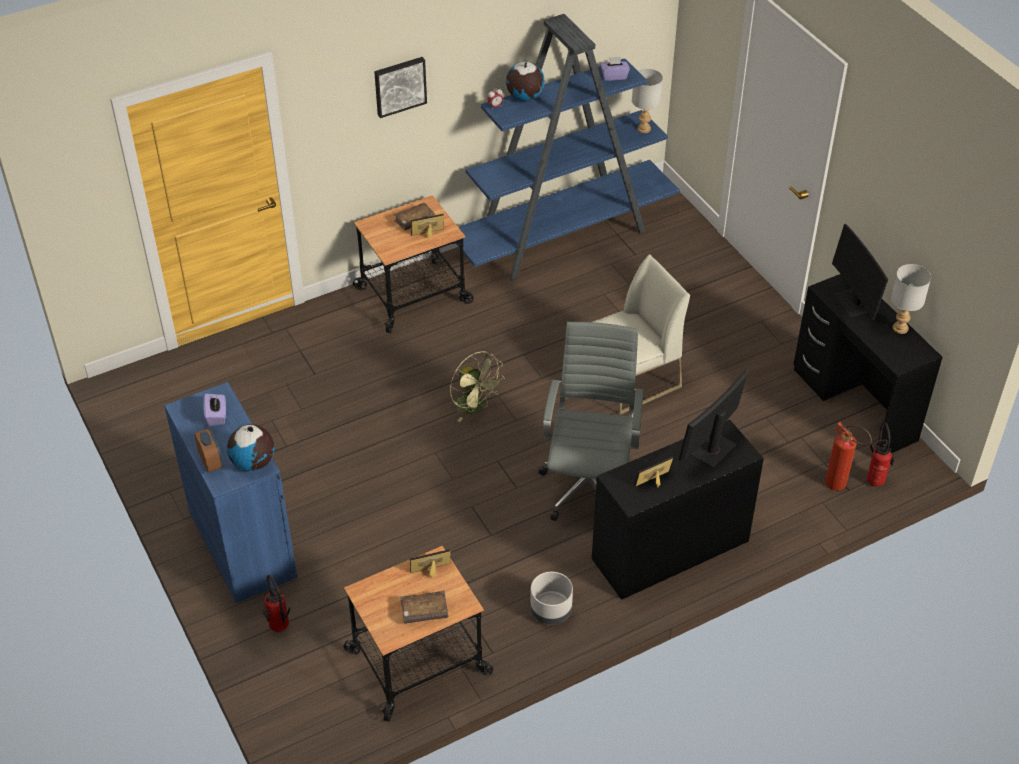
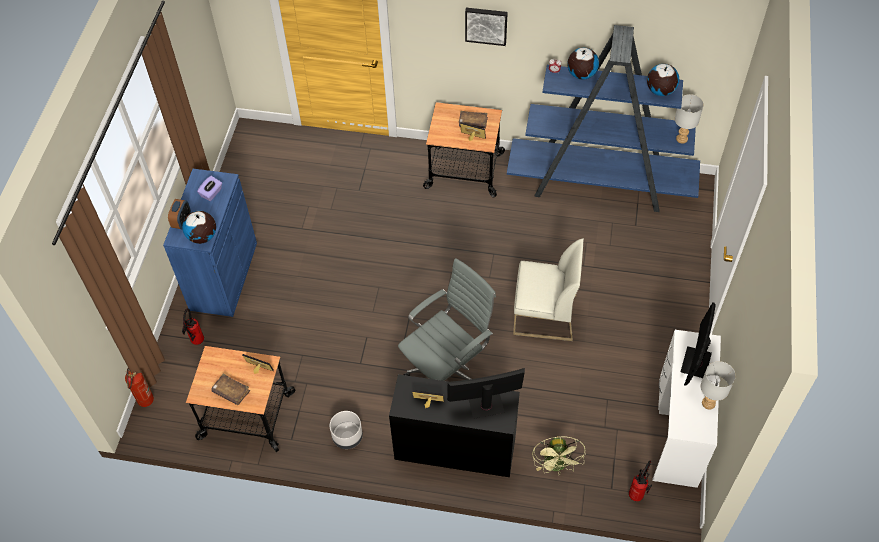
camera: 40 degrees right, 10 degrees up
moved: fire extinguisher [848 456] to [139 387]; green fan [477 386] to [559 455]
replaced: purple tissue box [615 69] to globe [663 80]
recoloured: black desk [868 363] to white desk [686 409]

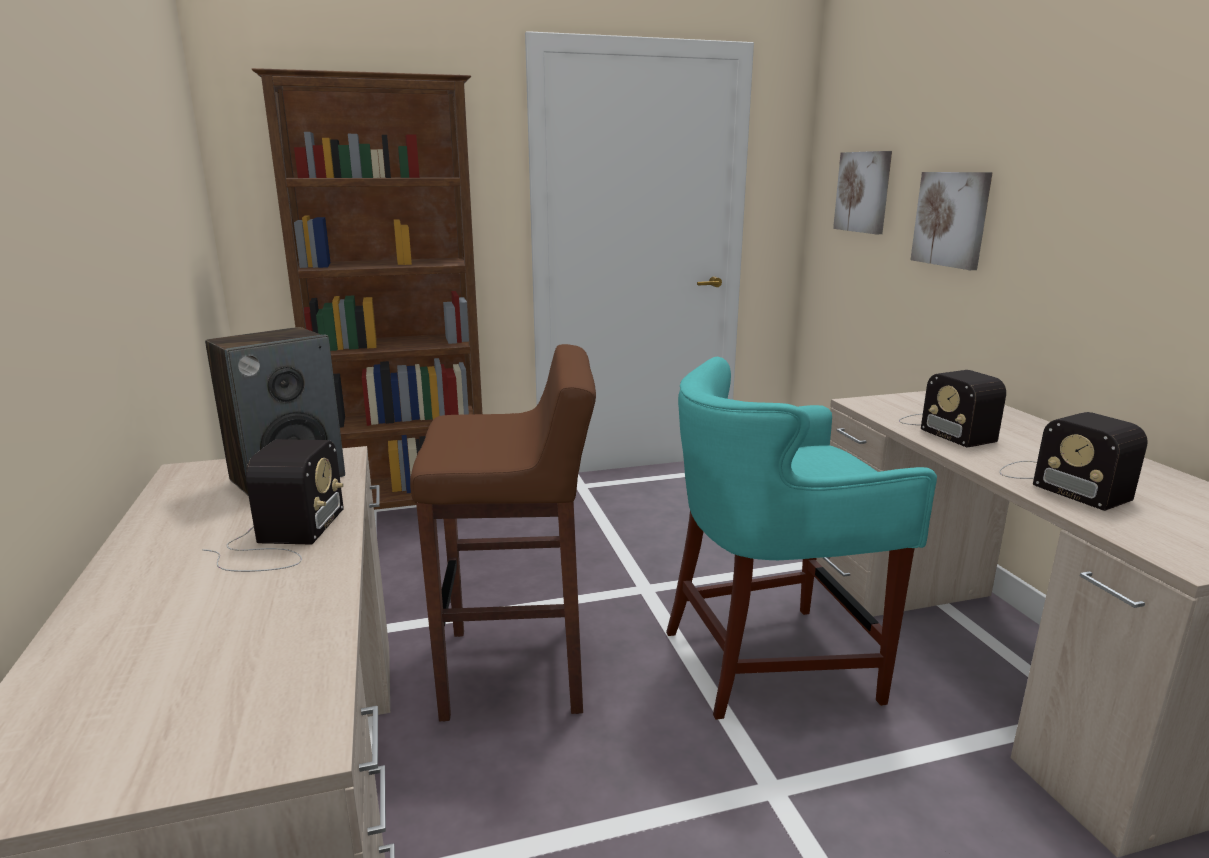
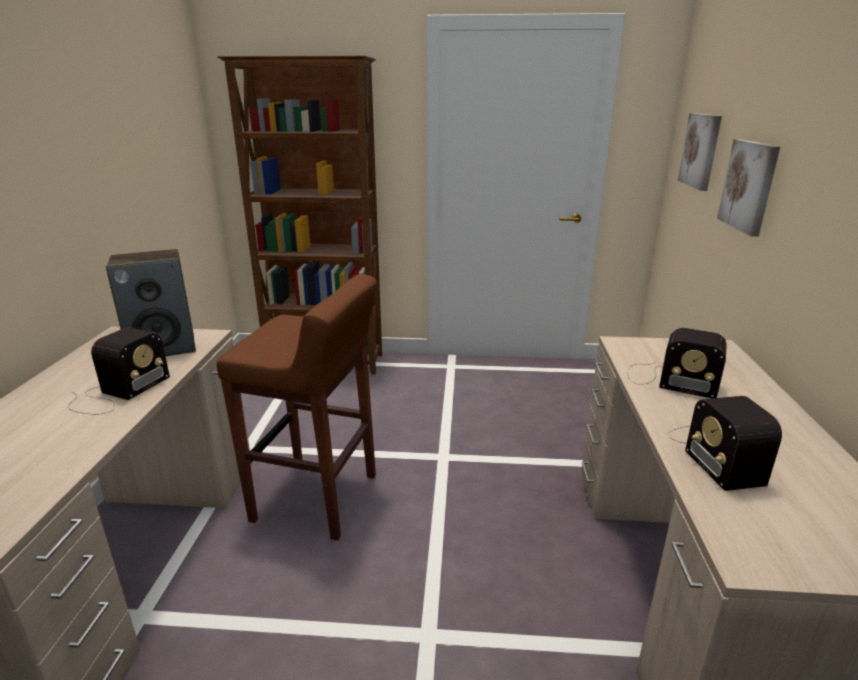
camera: 20 degrees right, 5 degrees up
removed: turquoise stool [801 538]
turned: radio [952 409] = [677 363] 60 degrees counterclockwise

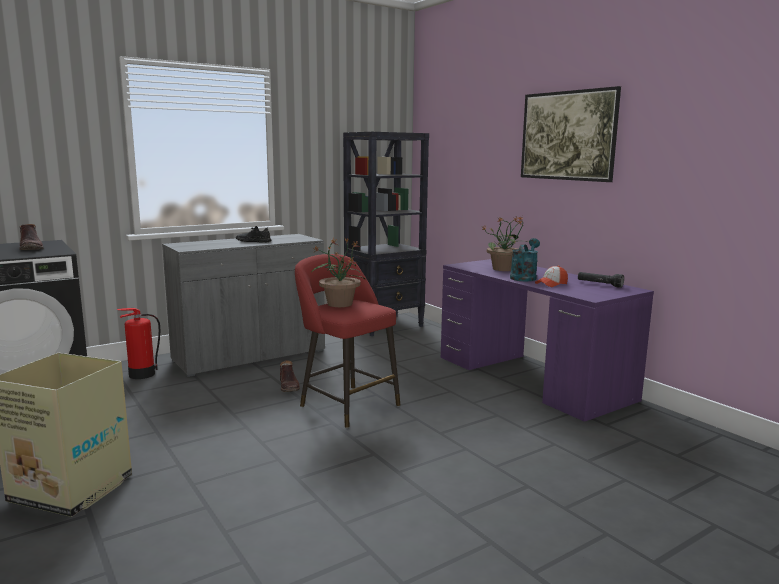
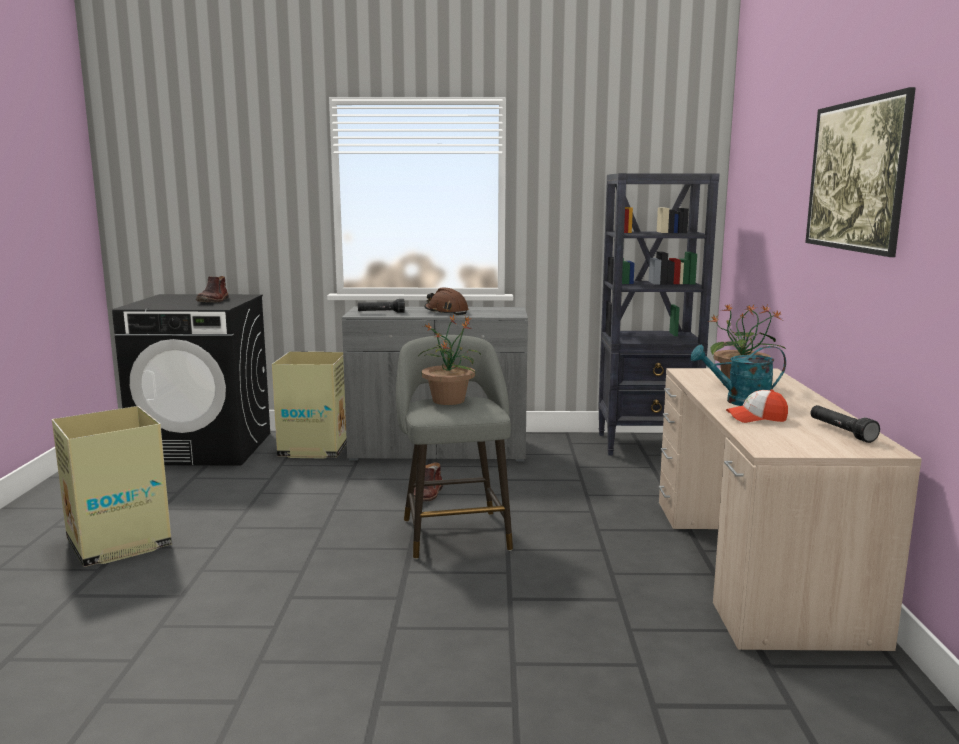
camera: 35 degrees right, 0 degrees up
added: black flashlight [381 306]
replaced: fire extinguisher [138 343] to cardboard box [309 405]; black shoe [254 234] to brown hard hat [446 301]
recoloured: red stool [347 341] to grey stool [454 447]; purple desk [547 340] to beige desk [790 509]
turned: turquoise watering can [525 259] = [738 375] 150 degrees counterclockwise

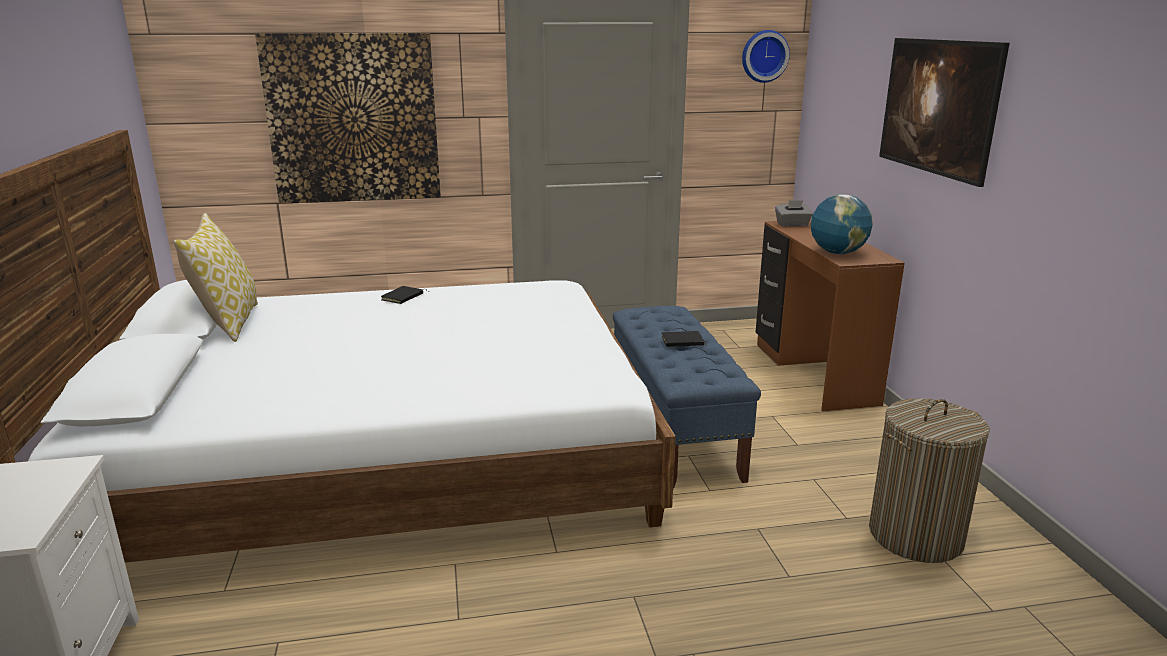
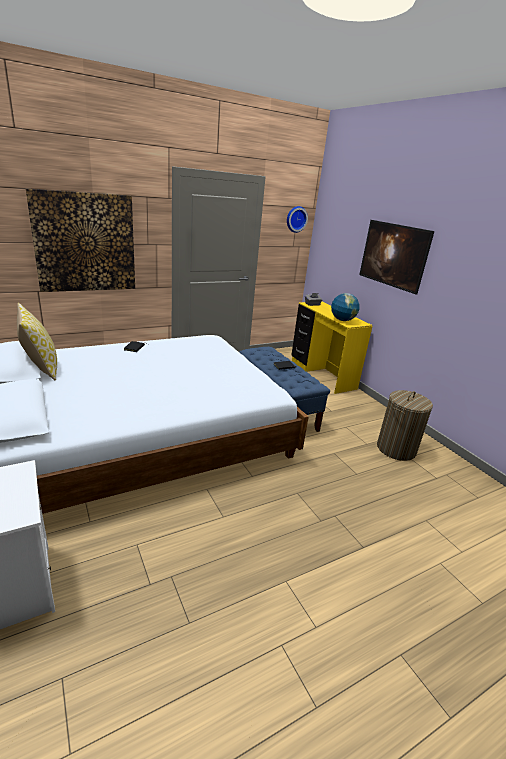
camera: 20 degrees left, 5 degrees up
recoloured: brown desk [830 315] to yellow desk [332 348]

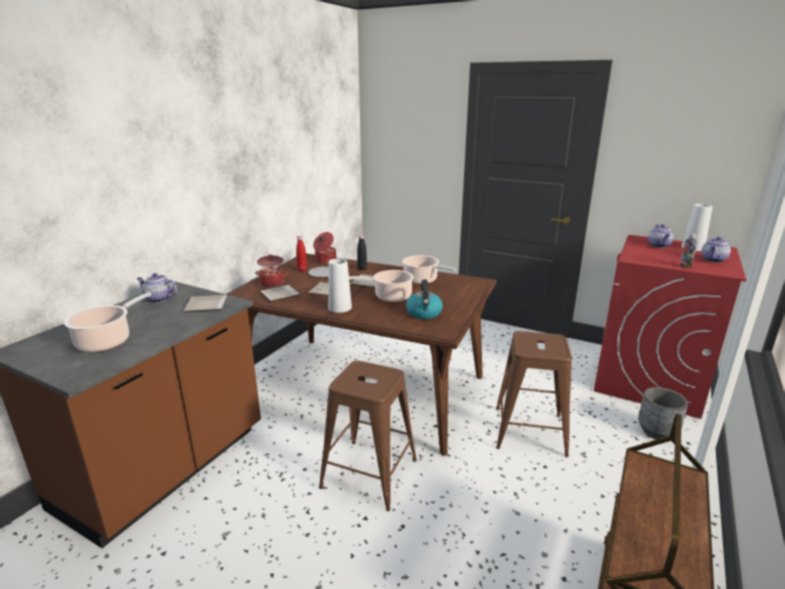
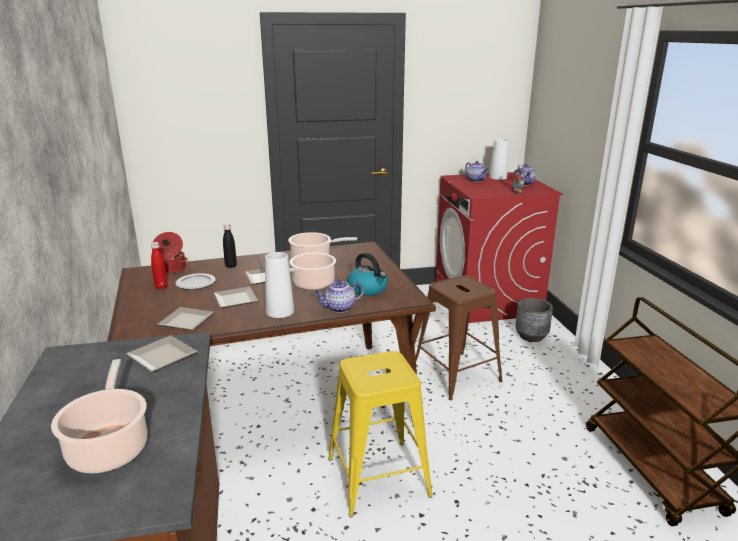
camera: 40 degrees left, 0 degrees up
removed: cooking pot [271 270]
moved: teapot [157 288] to [339 296]
recoloured: brown stool [368 436] to yellow stool [380 434]

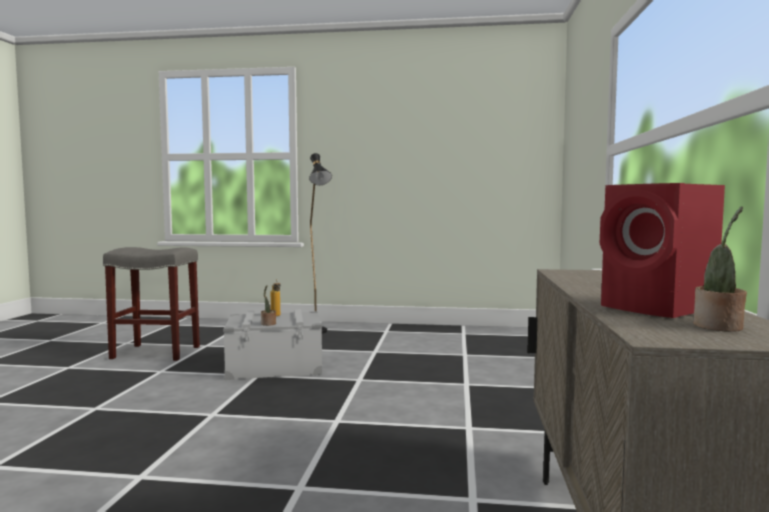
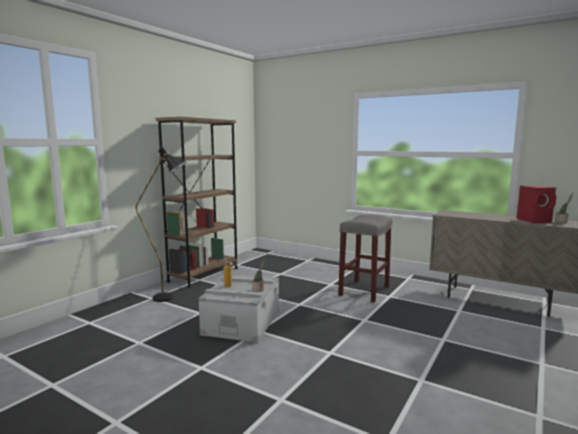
camera: 65 degrees left, 5 degrees up
added: brown bookcase [197 202]
moved: grey stool [151 304] to [365 258]

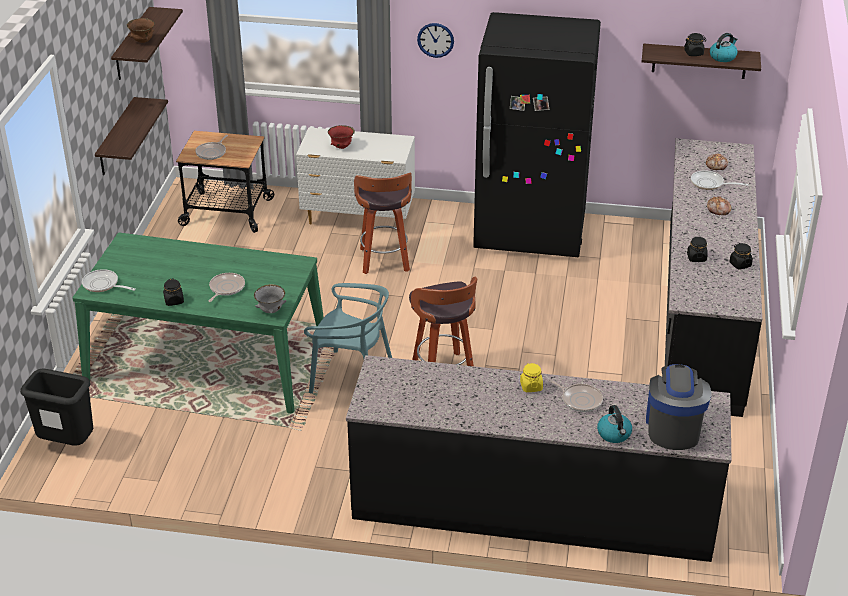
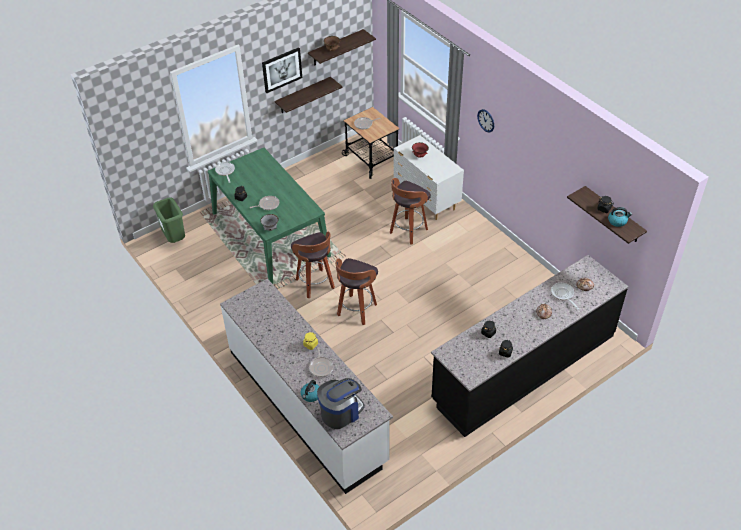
camera: 45 degrees right, 10 degrees up
removed: black fridge [537 134]
added: picture [282 70]
replaced: turquoise chair [348 338] to stool [313 265]
recoloured: black trash can [56 407] to green trash can [169 220]; black counter [539 458] to white counter [306 386]

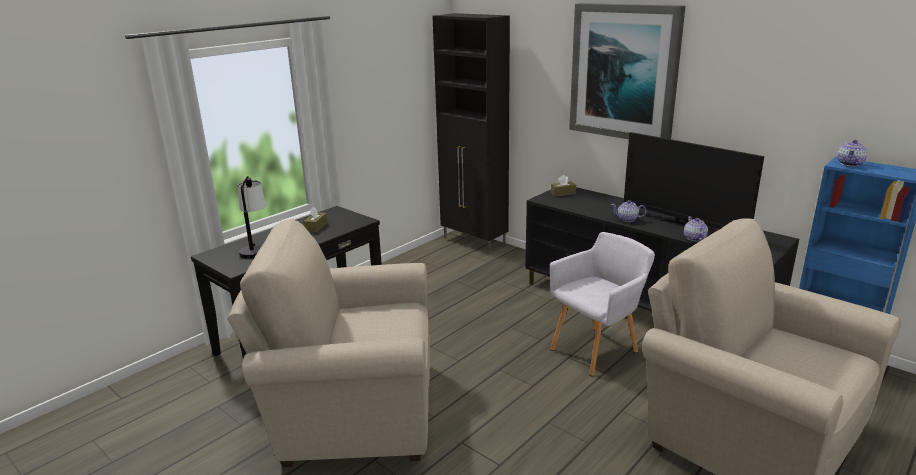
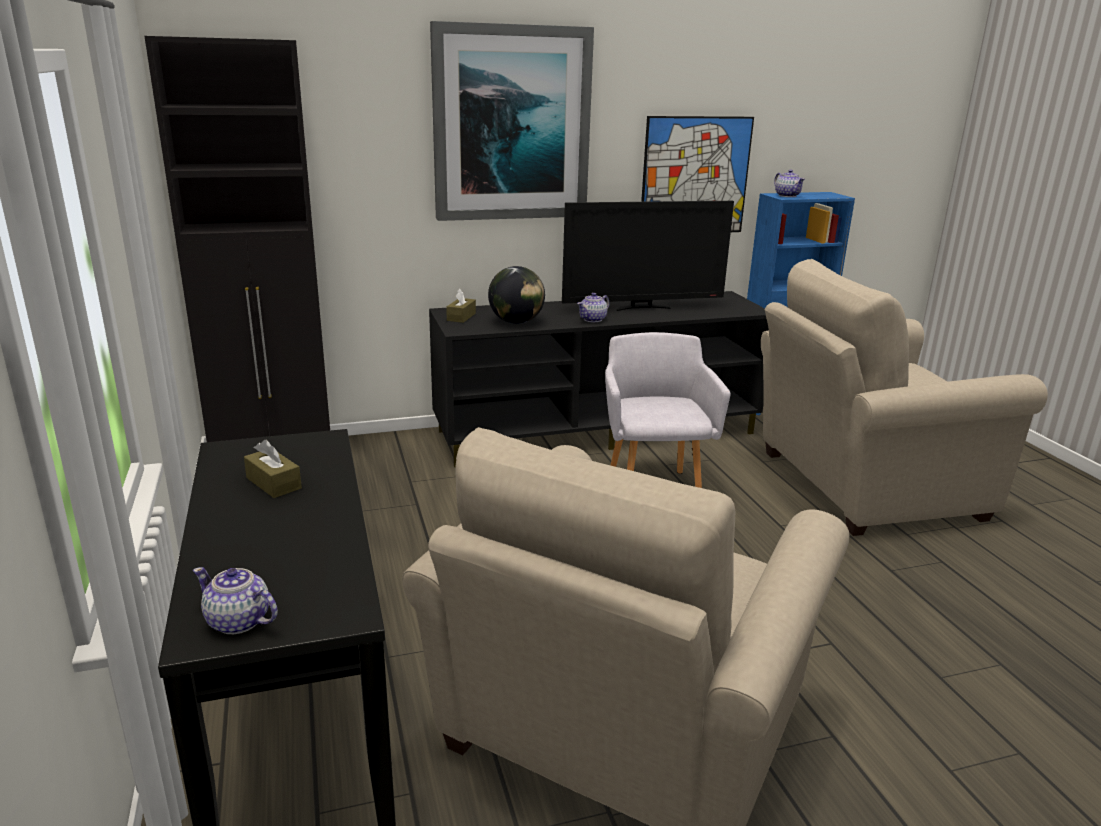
camera: 60 degrees left, 0 degrees up
removed: table lamp [252 217]
added: globe [516 295]; picture [697 174]
moved: teapot [696 229] to [235 600]

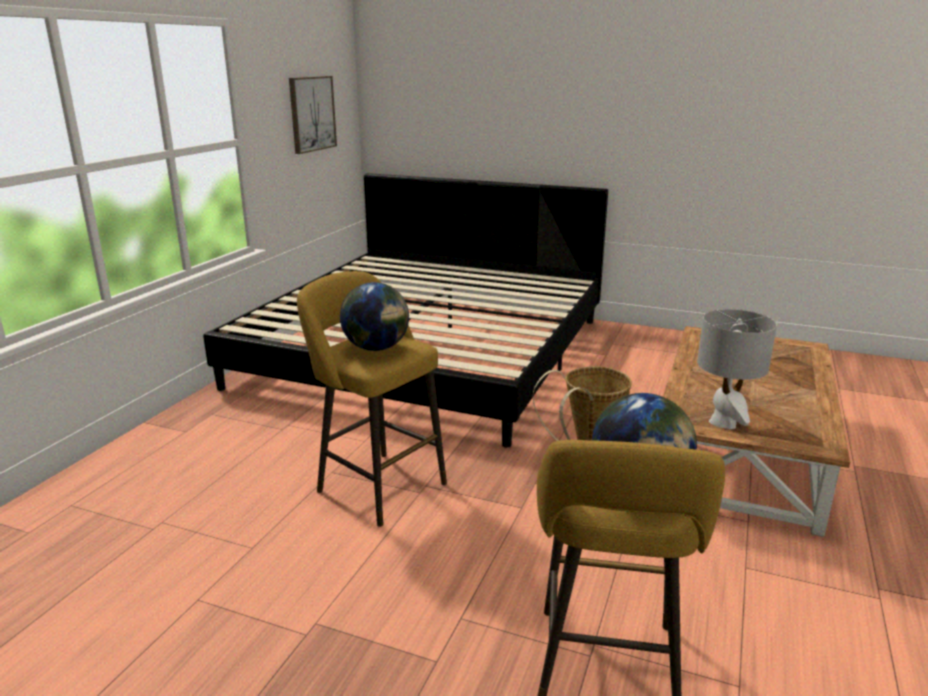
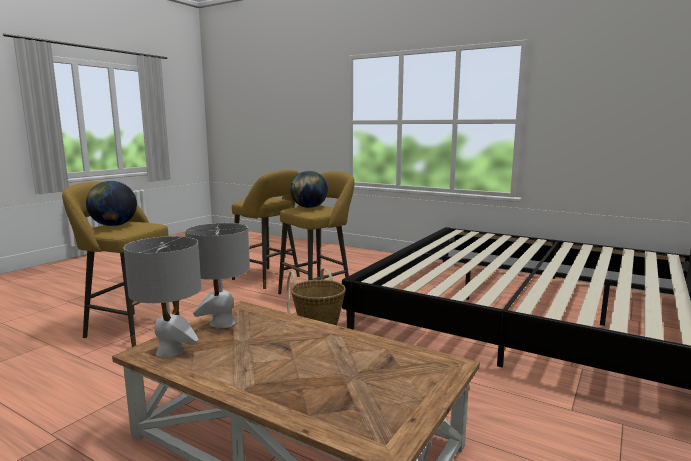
camera: 100 degrees right, 10 degrees down
removed: picture [313 115]
added: grey table lamp [162 296]; yellow stool [266 229]

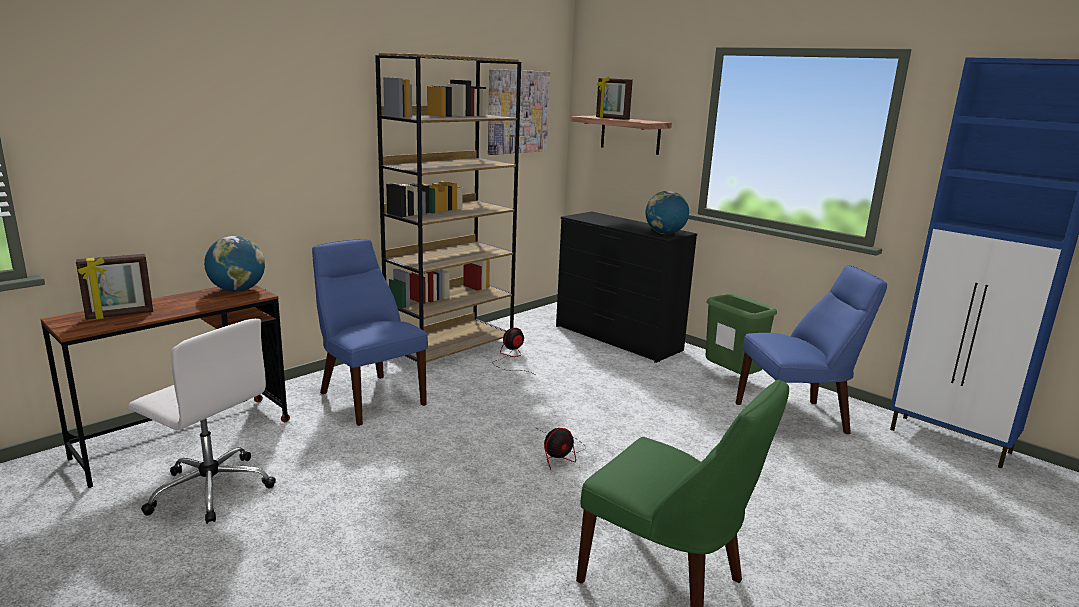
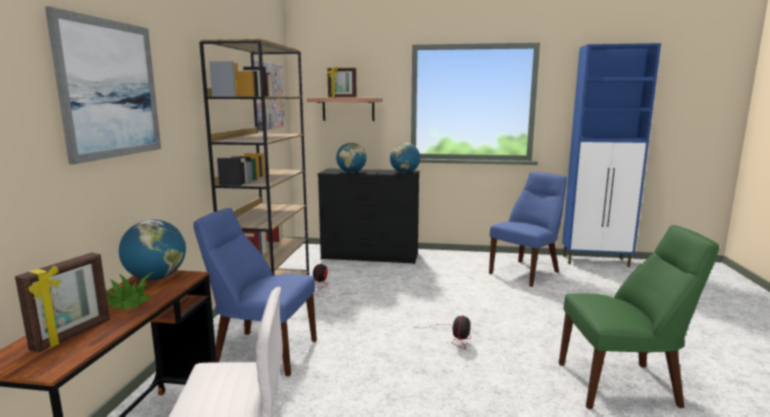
camera: 35 degrees left, 5 degrees down
removed: green trash can [741 334]
added: picture [103 85]; potted plant [130 290]; globe [351 157]

